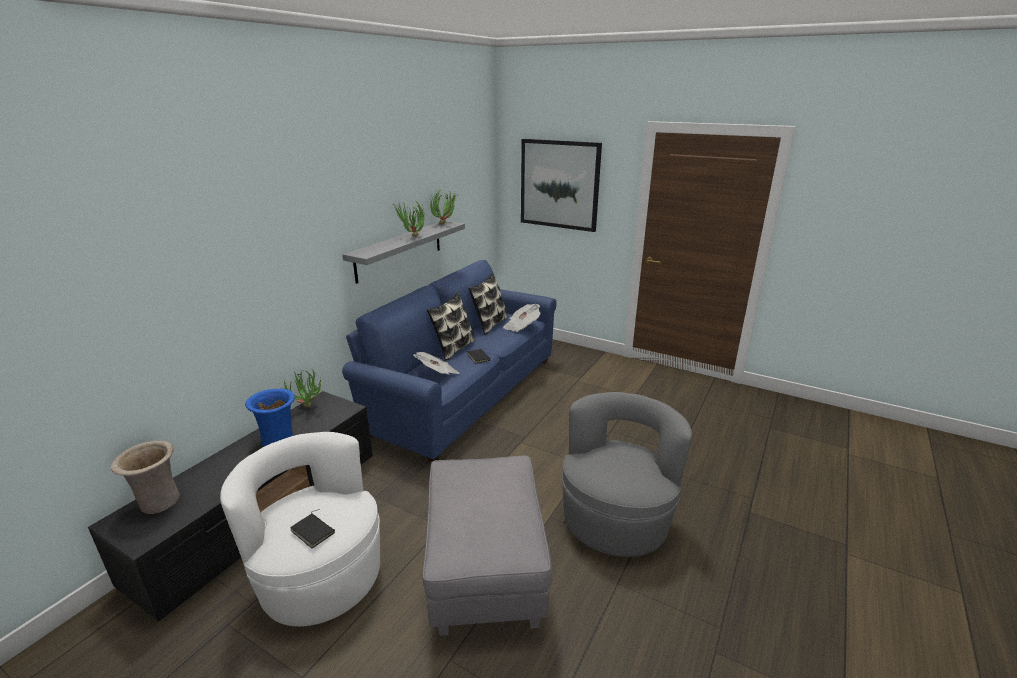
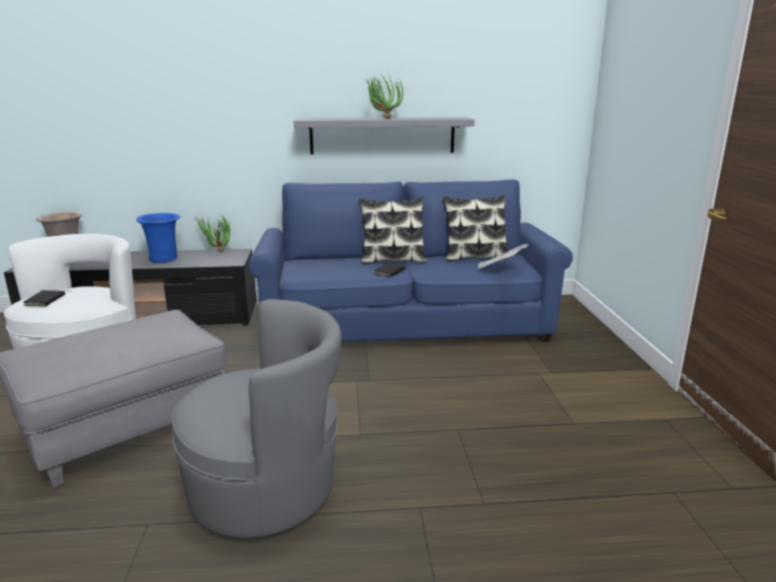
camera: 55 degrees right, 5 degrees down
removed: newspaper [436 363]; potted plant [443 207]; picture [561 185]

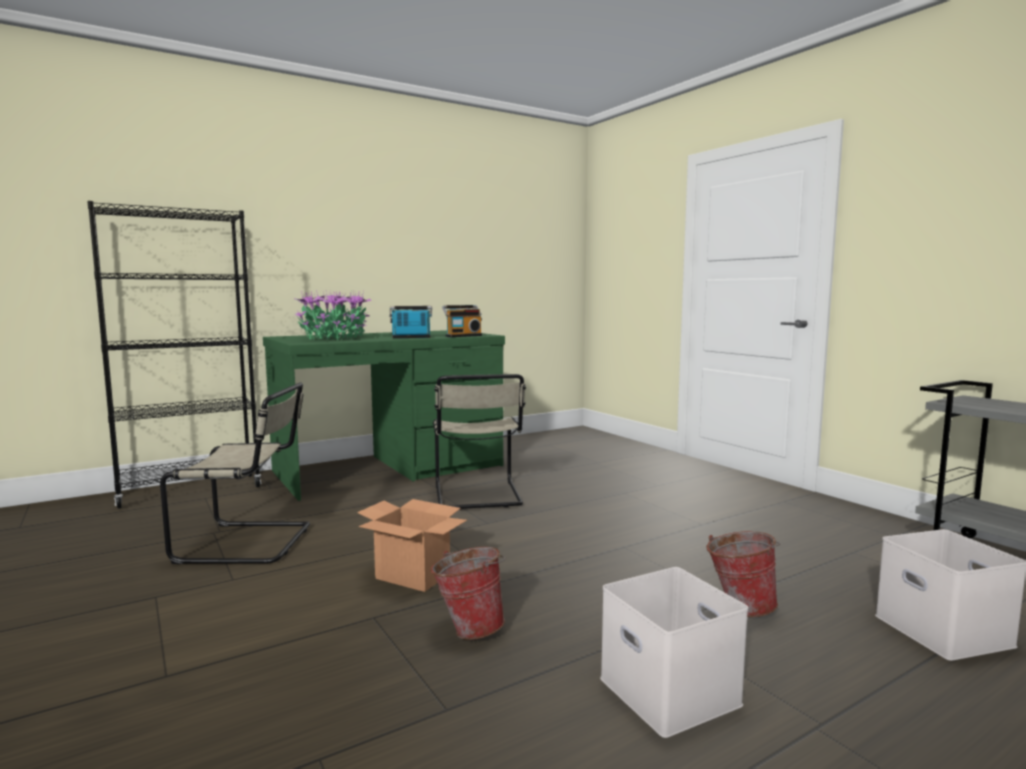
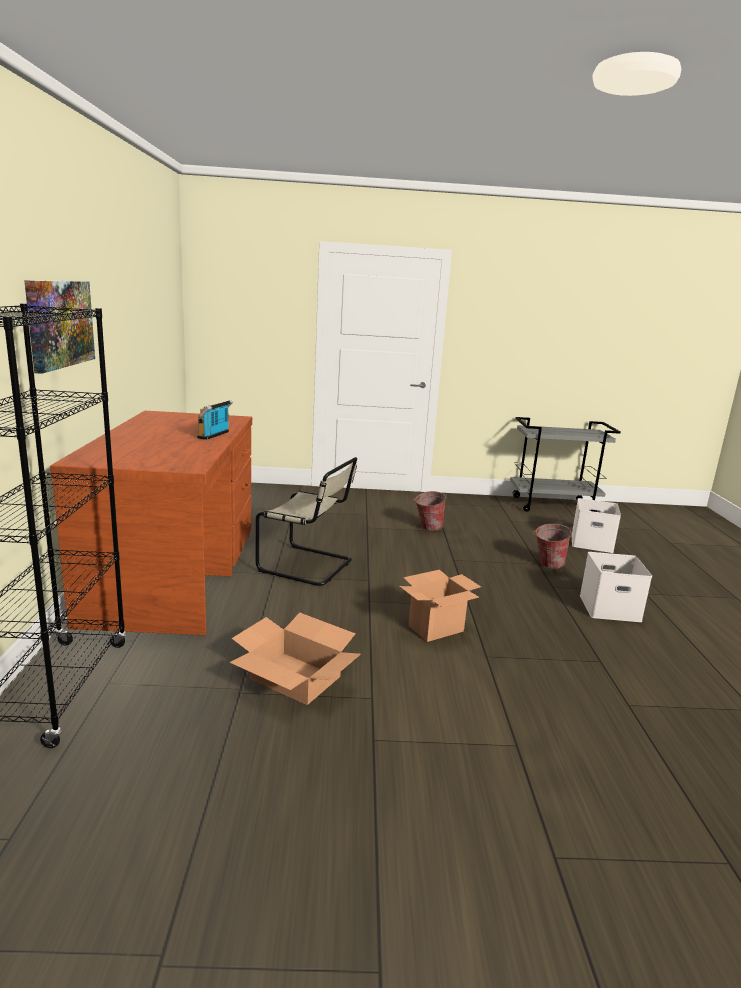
camera: 60 degrees left, 10 degrees up
removed: potted plant [332 315]; radio [462 321]
added: picture [59 327]
moved: bucket [467 593] to [430 511]
replaced: beige chair [235 473] to cardboard box [295 659]
recoloured: green desk [384 415] to brown desk [151 523]

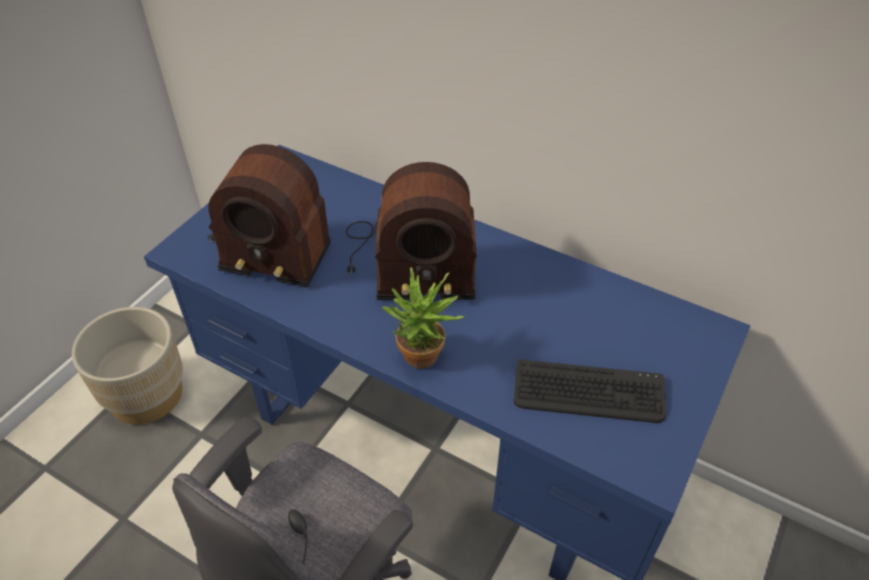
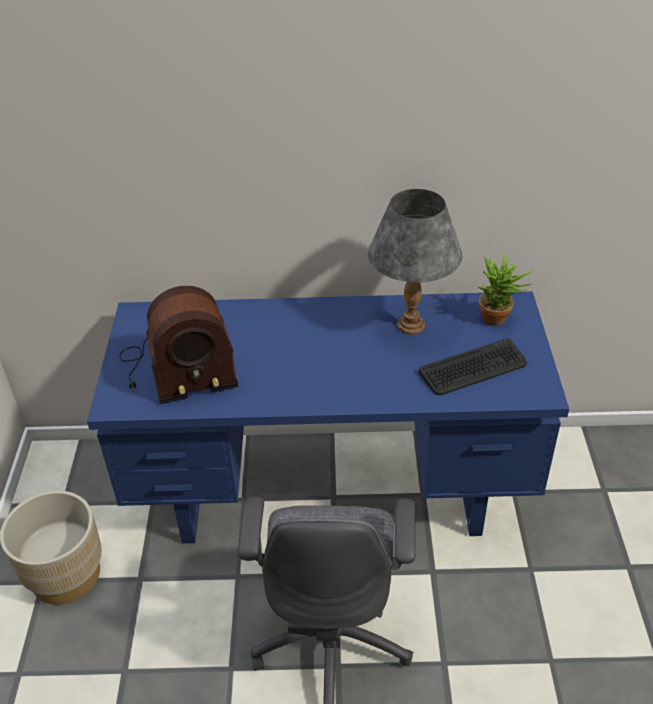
camera: 30 degrees left, 5 degrees down
removed: radio [411 231]
added: grey table lamp [415 262]
moved: potted plant [423 318] to [505 288]

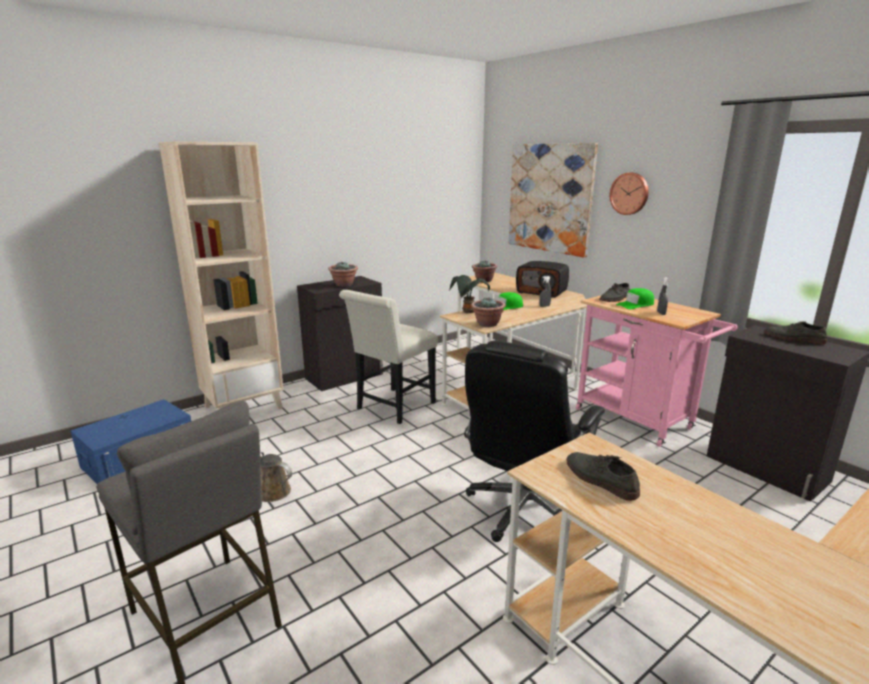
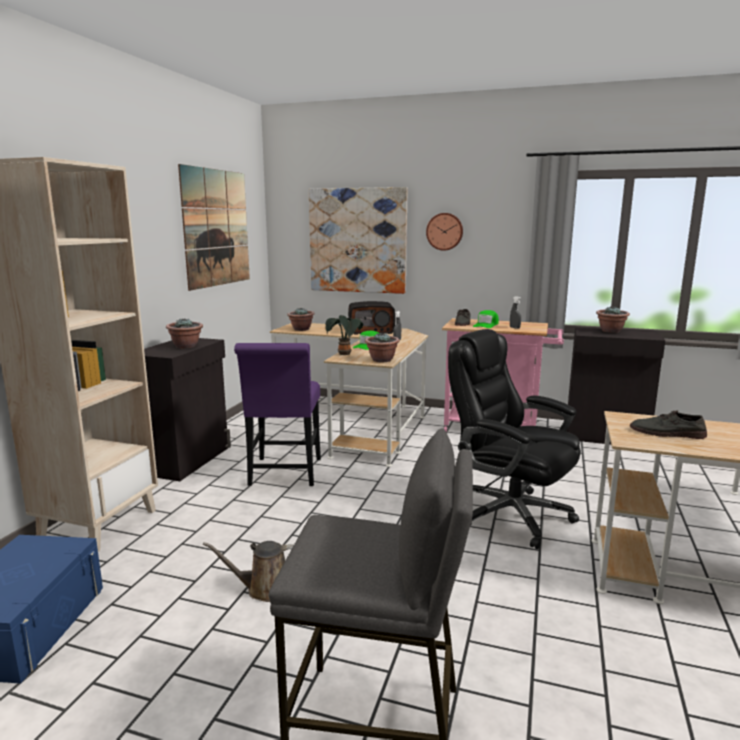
camera: 35 degrees left, 5 degrees down
added: picture [214 227]
replaced: grey shoe [796 332] to potted plant [613 319]
recoloured: white chair [388 357] to purple chair [277 414]
turned: black office chair [534 441] = [514 439] 135 degrees clockwise

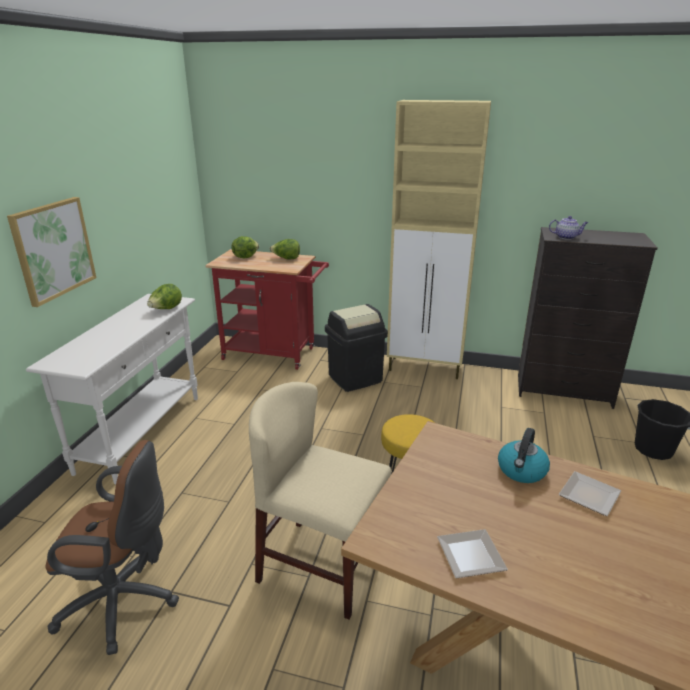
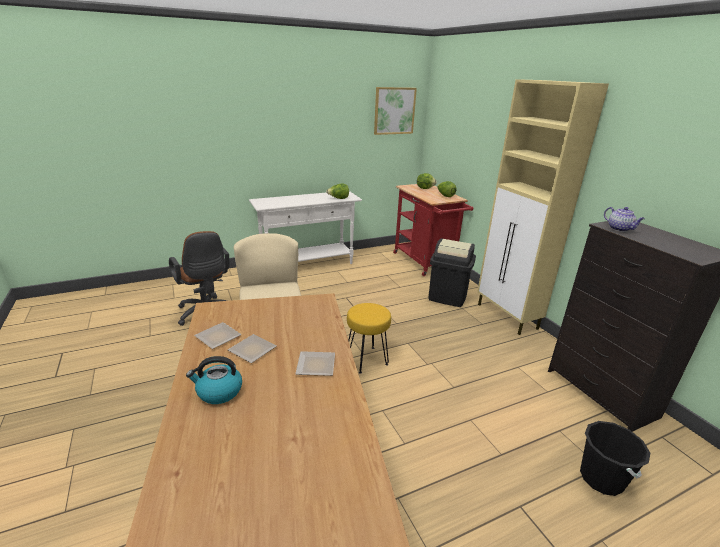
camera: 50 degrees right, 0 degrees up
added: plate [252 348]
moved: kettle [524 455] to [214 380]; picture [51 252] to [395 111]

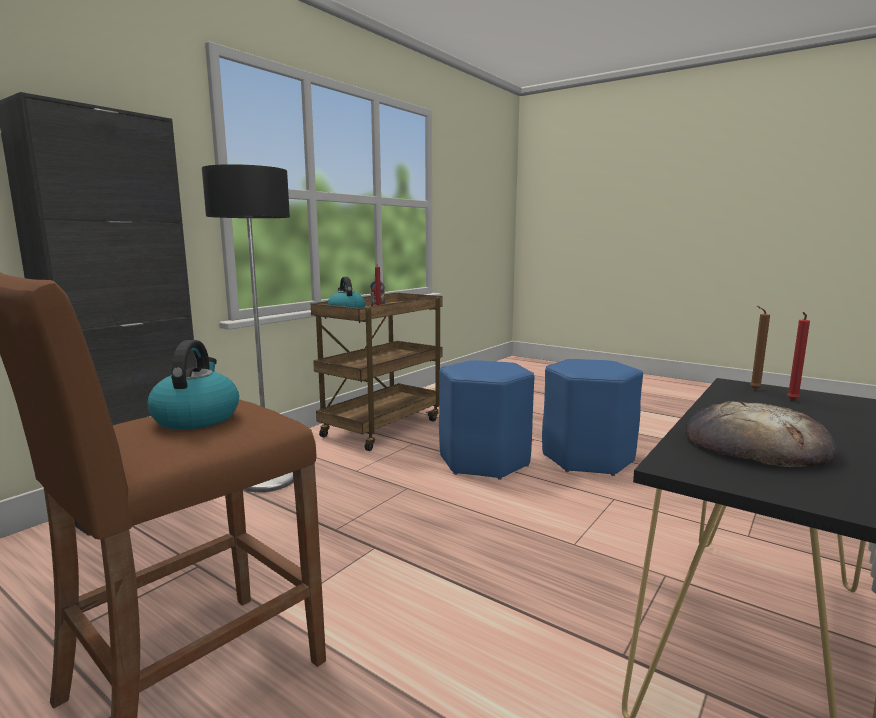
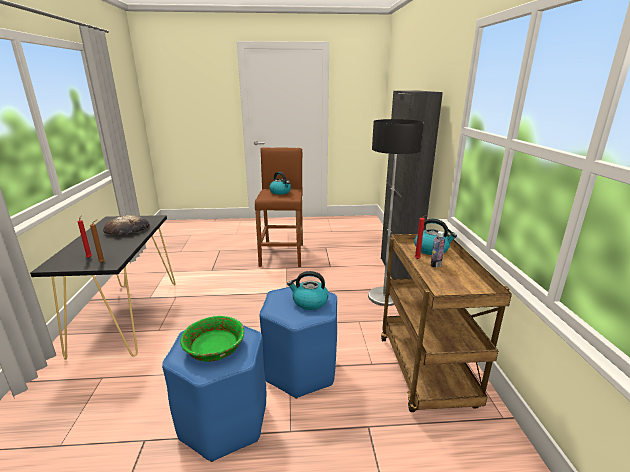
camera: 140 degrees right, 10 degrees up
added: green bowl [212 339]; kettle [308 290]

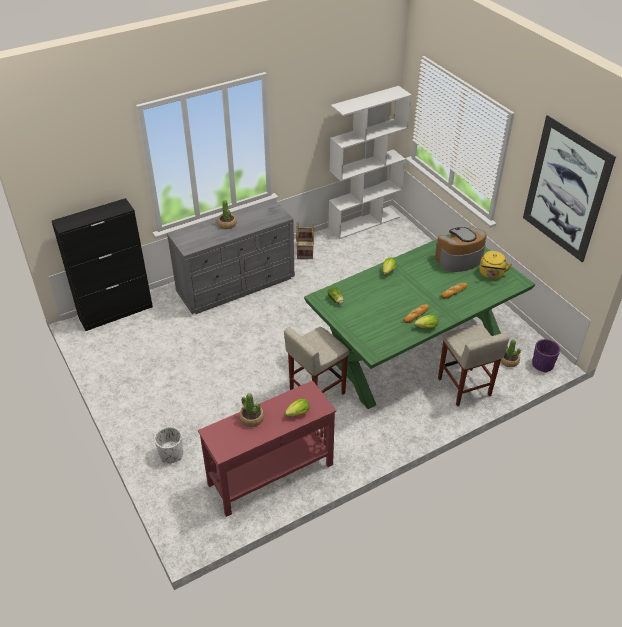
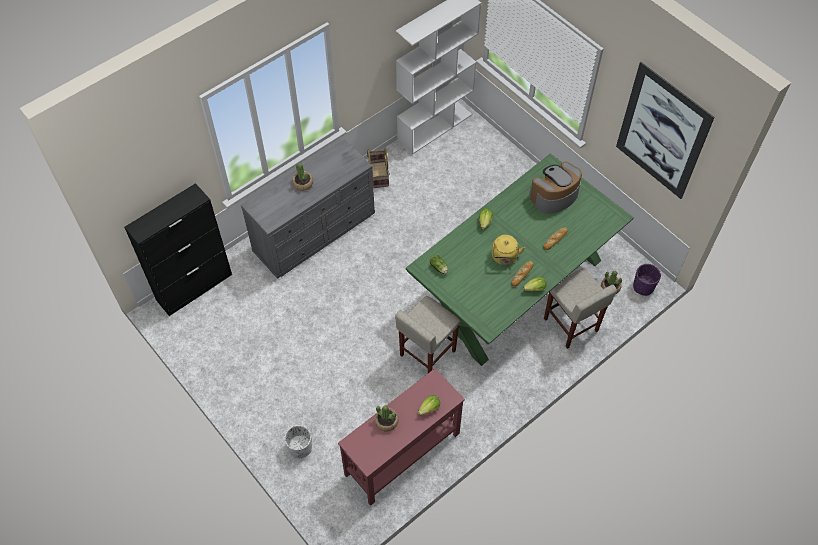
camera: 10 degrees left, 15 degrees up
moved: yellow kettle [495 265] to [508 250]

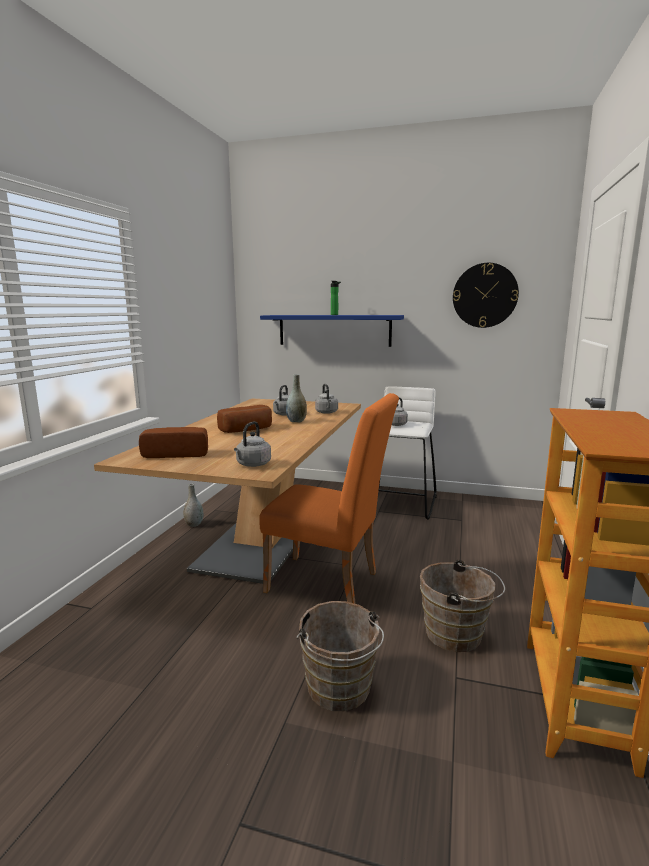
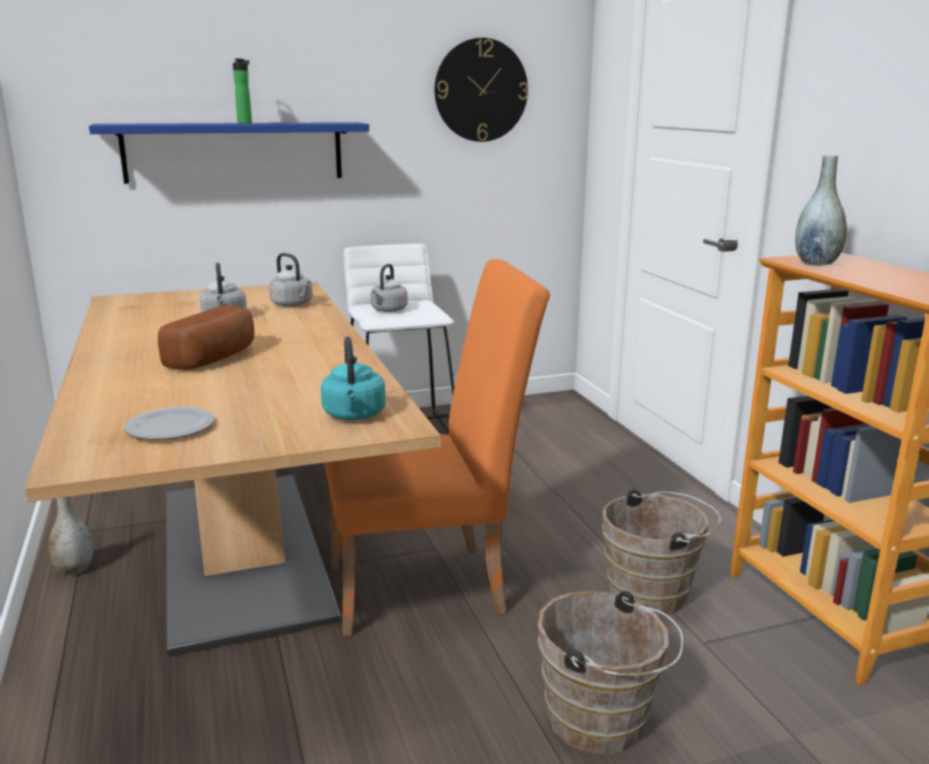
camera: 35 degrees left, 5 degrees up
moved: grey vase [296 398] to [821 210]
replaced: bread [173 442] to plate [169 423]
recoloured: grey kettle [252 444] to turquoise kettle [353 378]

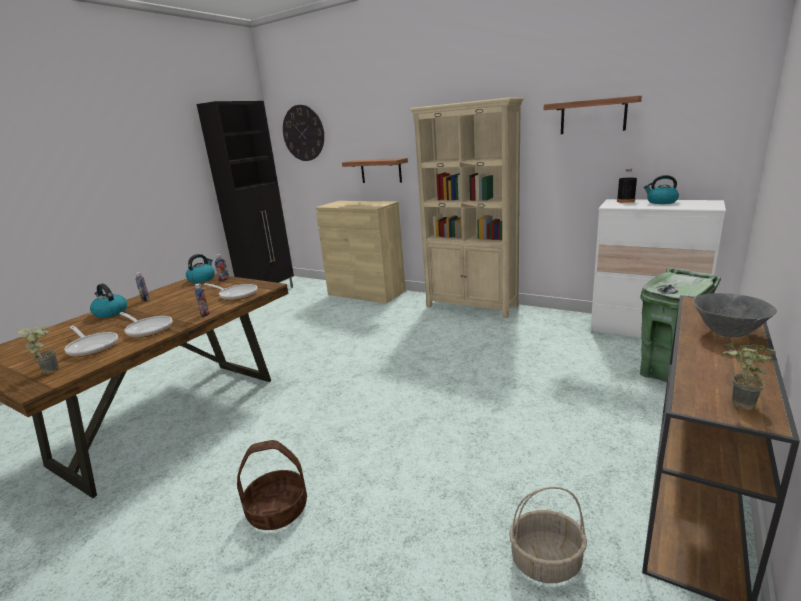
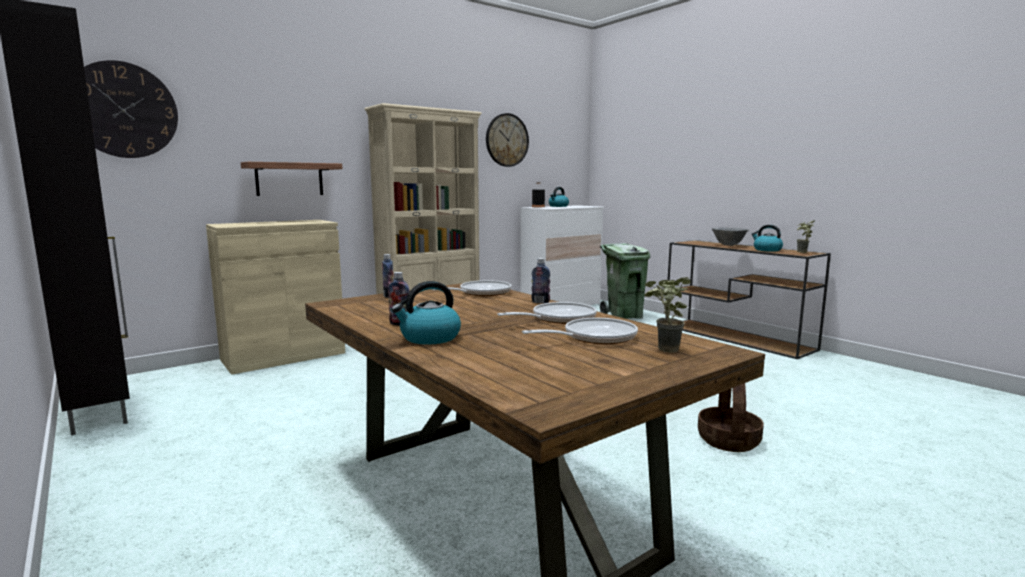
camera: 70 degrees left, 10 degrees down
removed: basket [548 535]
moved: kettle [200 268] to [767 238]
replaced: shelf [593 115] to wall clock [507 140]

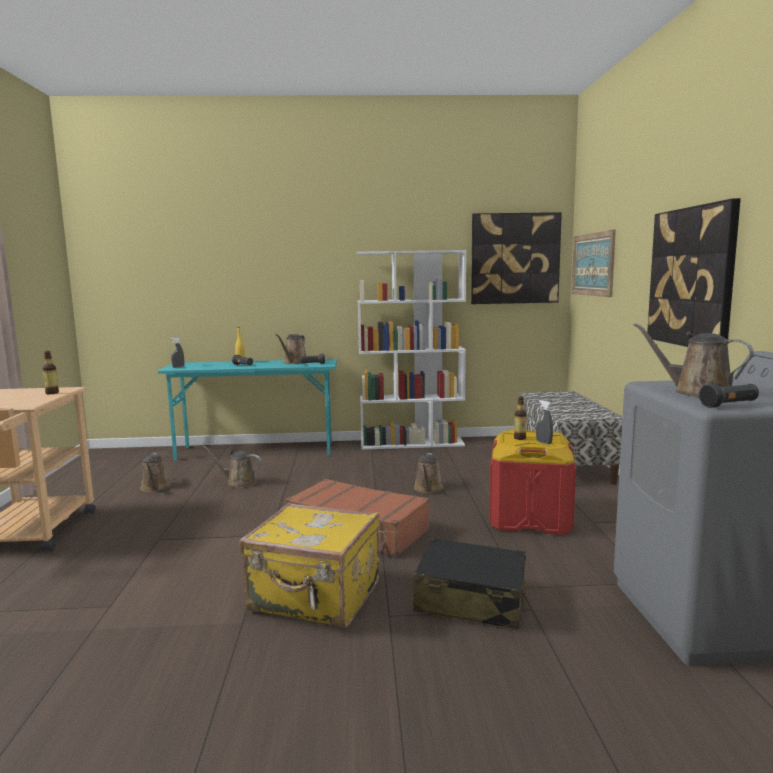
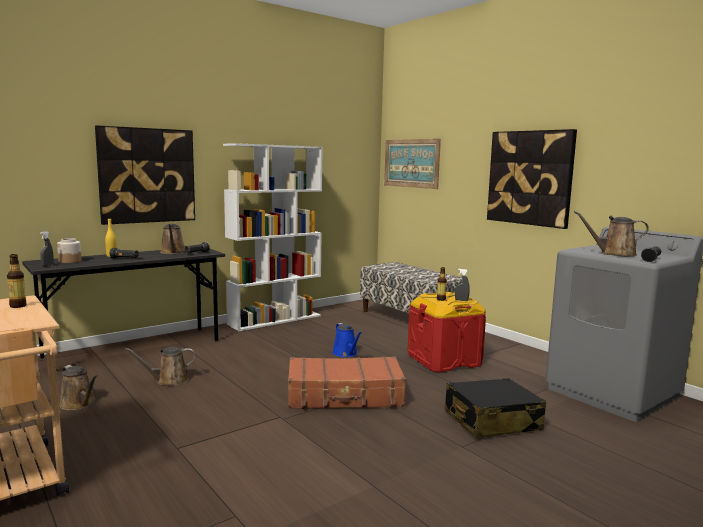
camera: 35 degrees left, 0 degrees up
removed: yellow suitcase [310 565]
added: jar [69 250]
moved: picture [516 258] to [145 175]
recoloured: turquoise desk [247 410] to grey desk [123 304]; brown watering can [429 473] to blue watering can [347 340]

